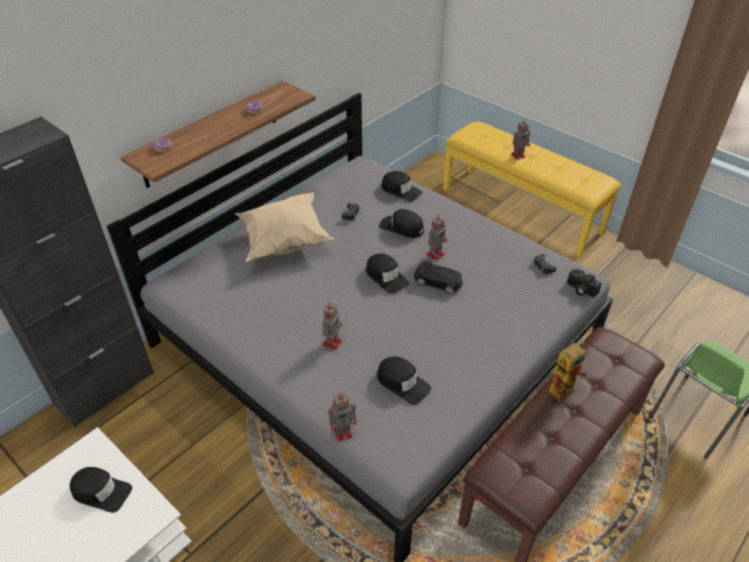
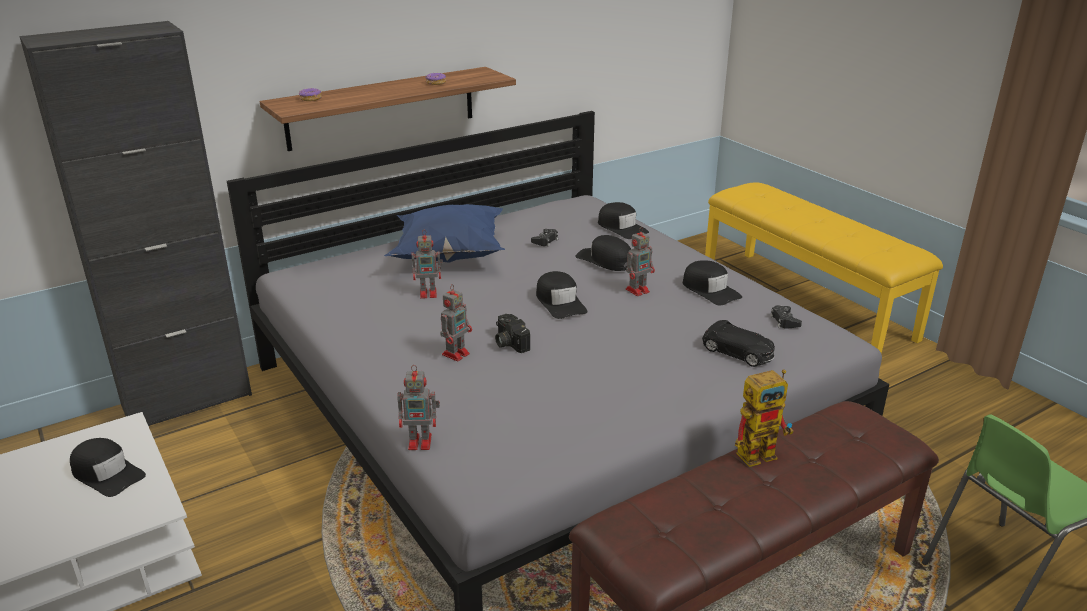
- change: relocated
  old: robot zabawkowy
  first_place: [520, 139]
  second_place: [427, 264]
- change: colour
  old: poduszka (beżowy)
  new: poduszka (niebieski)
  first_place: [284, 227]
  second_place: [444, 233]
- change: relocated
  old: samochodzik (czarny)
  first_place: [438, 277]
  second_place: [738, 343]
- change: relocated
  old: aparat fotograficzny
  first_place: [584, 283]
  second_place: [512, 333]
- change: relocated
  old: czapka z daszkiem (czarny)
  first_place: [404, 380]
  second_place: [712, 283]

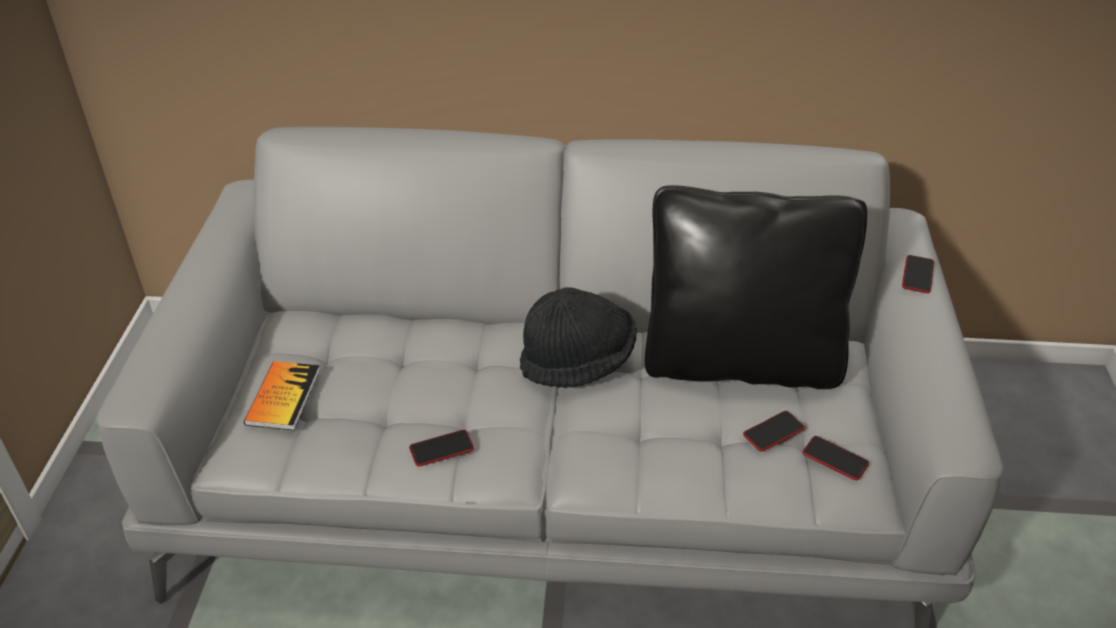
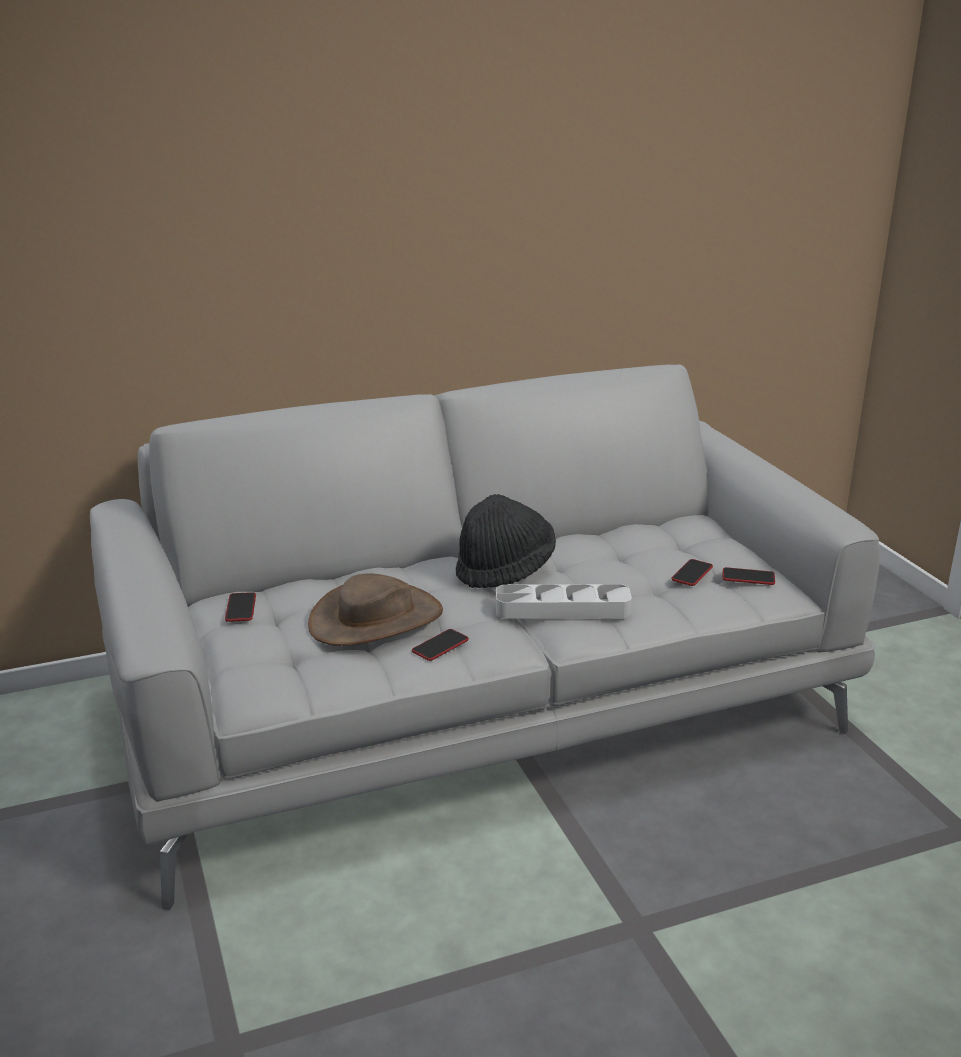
- change: missing
  old: poduszka (czarny)
  first_place: [756, 287]
- change: relocated
  old: telefon
  first_place: [918, 274]
  second_place: [240, 607]
- change: missing
  old: książka
  first_place: [282, 395]
- change: appeared
  new: kapelusz (brązowy)
  second_place: [375, 609]
- change: appeared
  new: taca (szary)
  second_place: [564, 601]

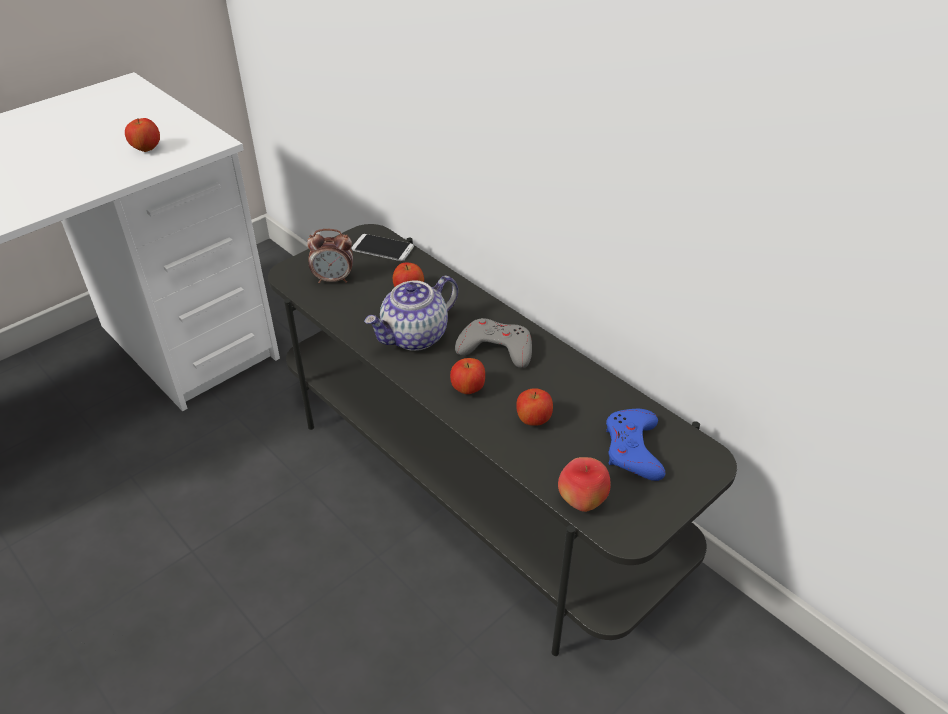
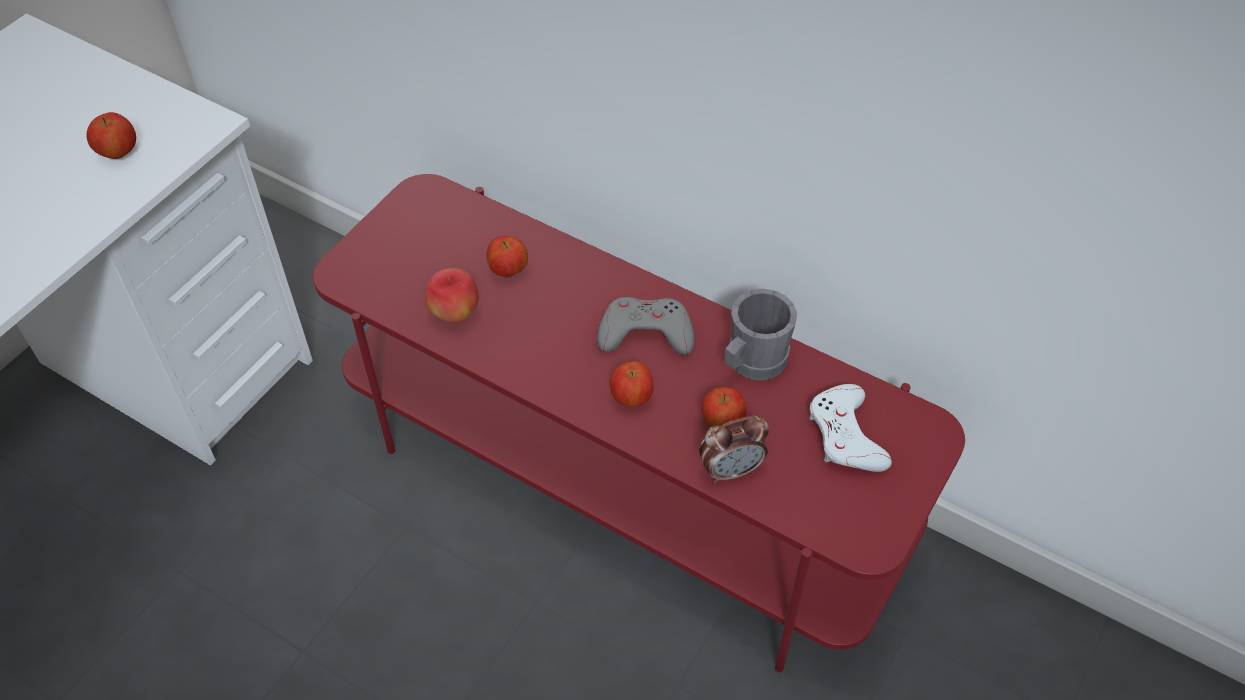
- change: colour
  old: szafka pod telewizor (szary)
  new: szafka pod telewizor (czerwony)
  first_place: [502, 440]
  second_place: [639, 423]
- change: relocated
  old: budzik
  first_place: [330, 256]
  second_place: [734, 449]
- change: missing
  old: telefon
  first_place: [382, 247]
- change: missing
  old: imbryk
  first_place: [411, 313]
- change: colour
  old: pad do gier (niebieski)
  new: pad do gier (biały)
  first_place: [635, 445]
  second_place: [850, 428]
- change: relocated
  old: jabłko
  first_place: [584, 484]
  second_place: [451, 296]
- change: appeared
  new: kubek (szary)
  second_place: [761, 334]

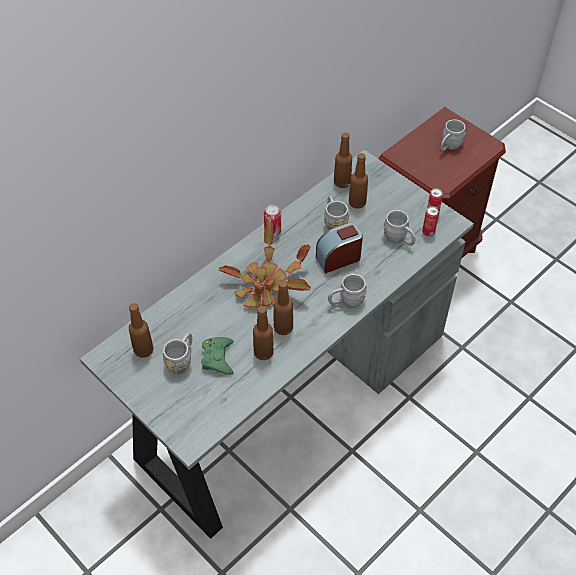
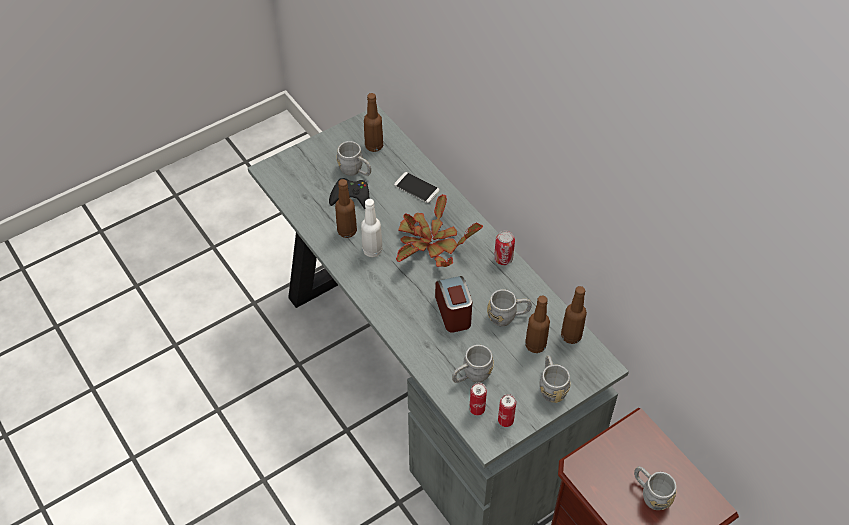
- change: relocated
  old: kubek (szary)
  first_place: [347, 291]
  second_place: [555, 379]
- change: colour
  old: butelka (brązowy)
  new: butelka (biały)
  first_place: [283, 307]
  second_place: [372, 228]
- change: colour
  old: pad do gier (zielony)
  new: pad do gier (czarny)
  first_place: [217, 356]
  second_place: [349, 193]
- change: appeared
  new: telefon
  second_place: [417, 187]

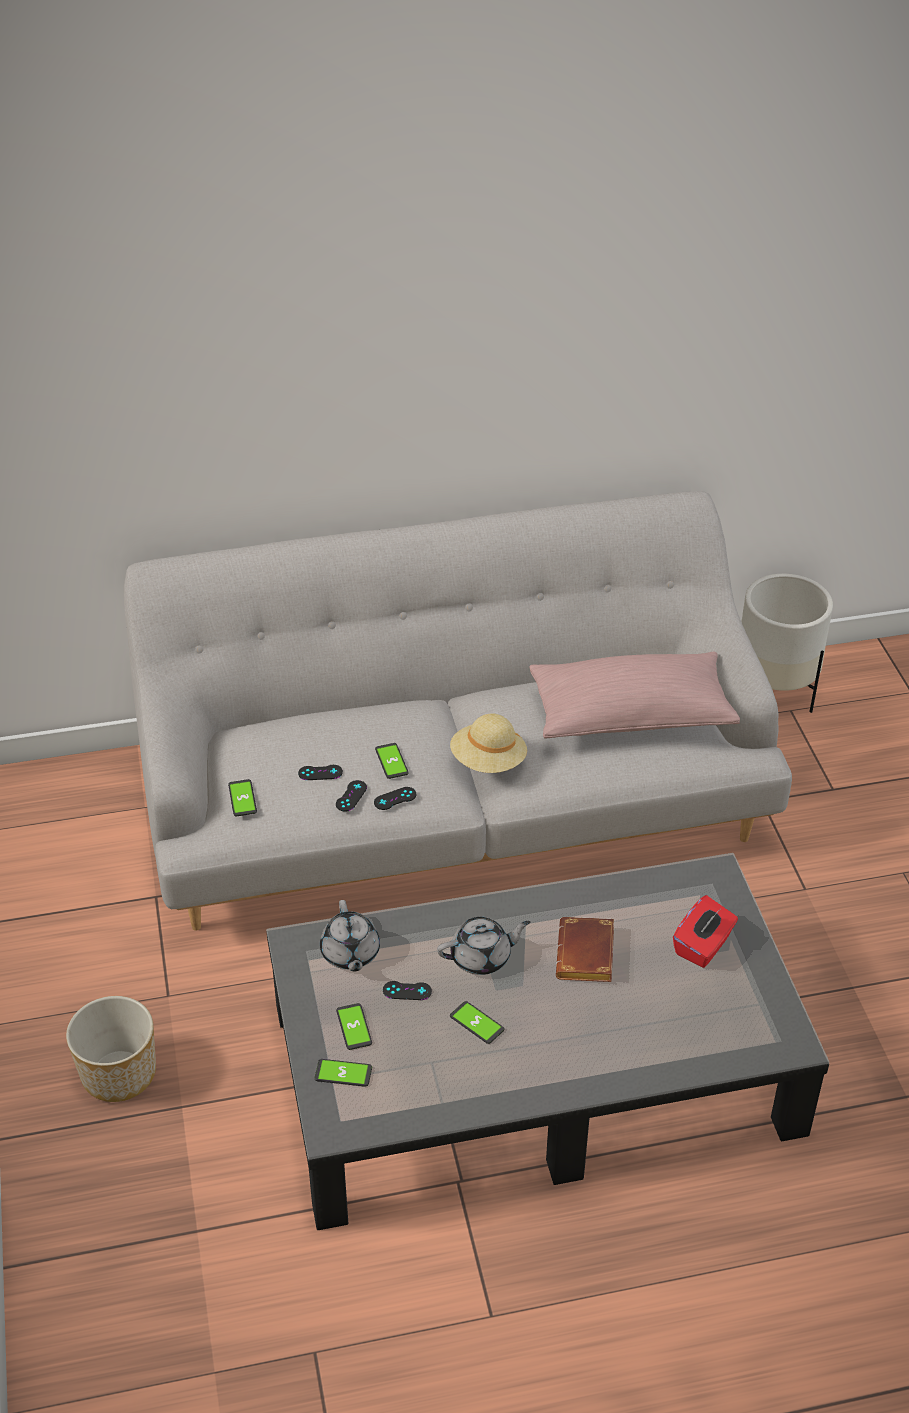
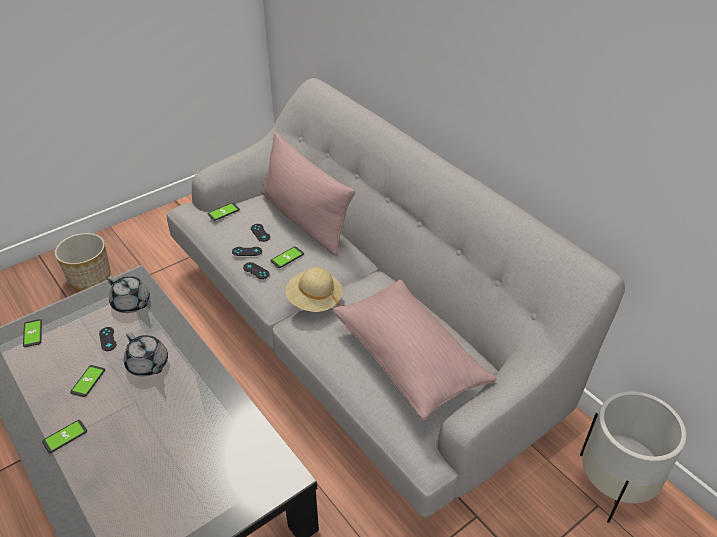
- change: missing
  old: pudełko chusteczek (czerwony)
  first_place: [705, 931]
- change: spun
  old: imbryk (szary)
  first_place: [350, 935]
  second_place: [129, 294]
  degrees: -105
- change: missing
  old: książka (brązowy)
  first_place: [585, 949]
- change: relocated
  old: telefon
  first_place: [354, 1026]
  second_place: [64, 436]
- change: appeared
  new: poduszka (różowy)
  second_place: [308, 194]

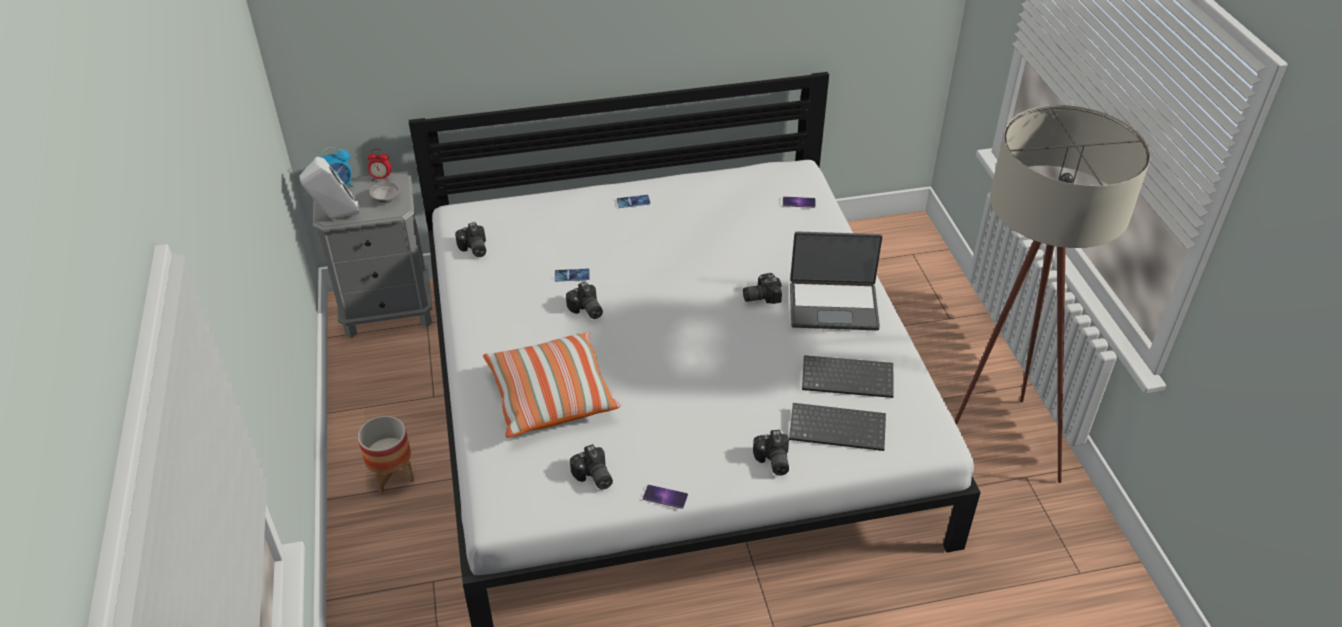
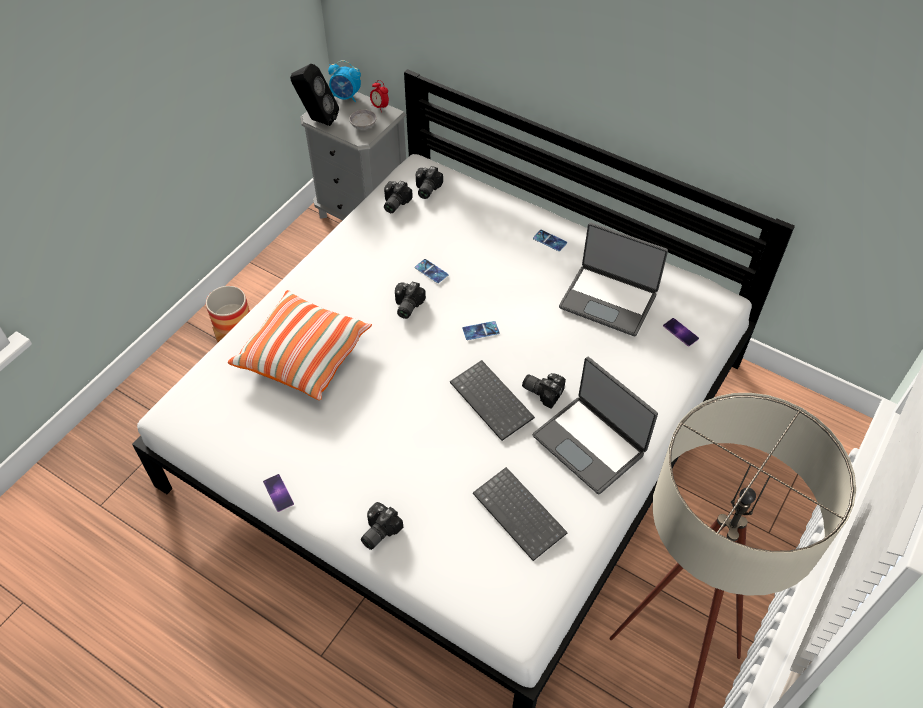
- change: colour
  old: głośnik (biały)
  new: głośnik (czarny)
  first_place: [329, 188]
  second_place: [314, 95]
- change: relocated
  old: klawiatura
  first_place: [837, 427]
  second_place: [492, 400]
- change: relocated
  old: aparat fotograficzny
  first_place: [591, 467]
  second_place: [429, 182]
- change: appeared
  new: laptop
  second_place: [613, 279]
- change: appeared
  new: telefon
  second_place: [481, 330]

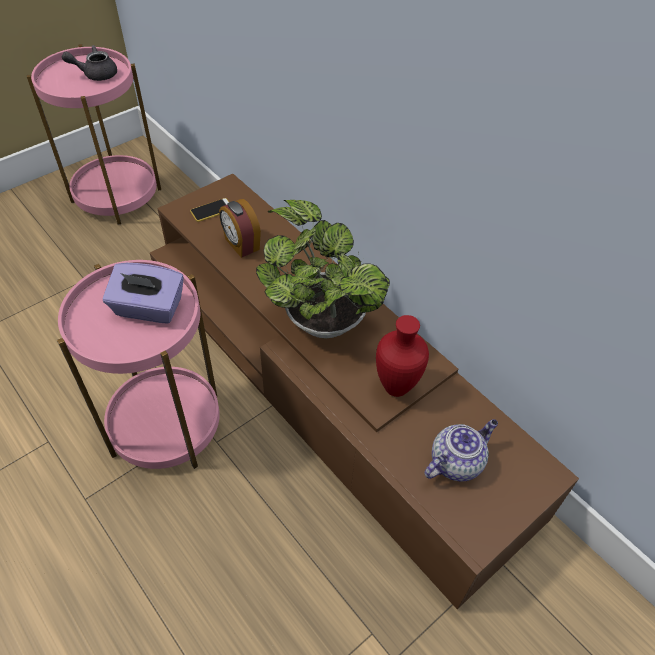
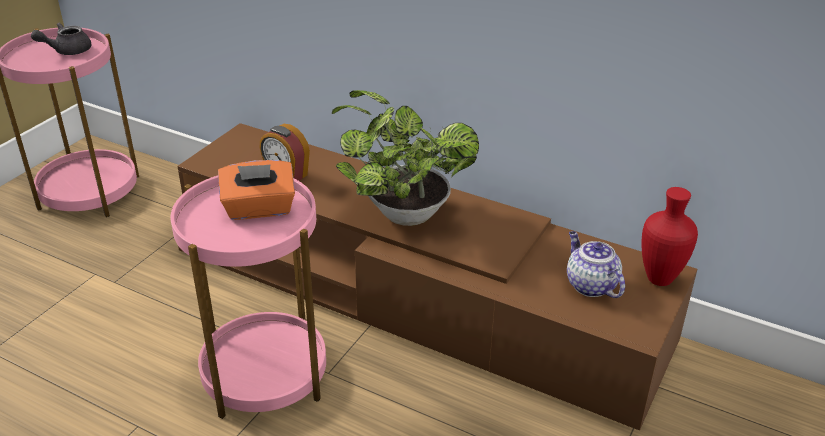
- change: missing
  old: telefon
  first_place: [209, 210]
- change: colour
  old: pudełko chusteczek (fioletowy)
  new: pudełko chusteczek (pomarańczowy)
  first_place: [143, 293]
  second_place: [256, 190]
- change: relocated
  old: wazon (czerwony)
  first_place: [402, 356]
  second_place: [669, 236]
- change: spun
  old: imbryk
  first_place: [461, 450]
  second_place: [596, 264]
  degrees: -60

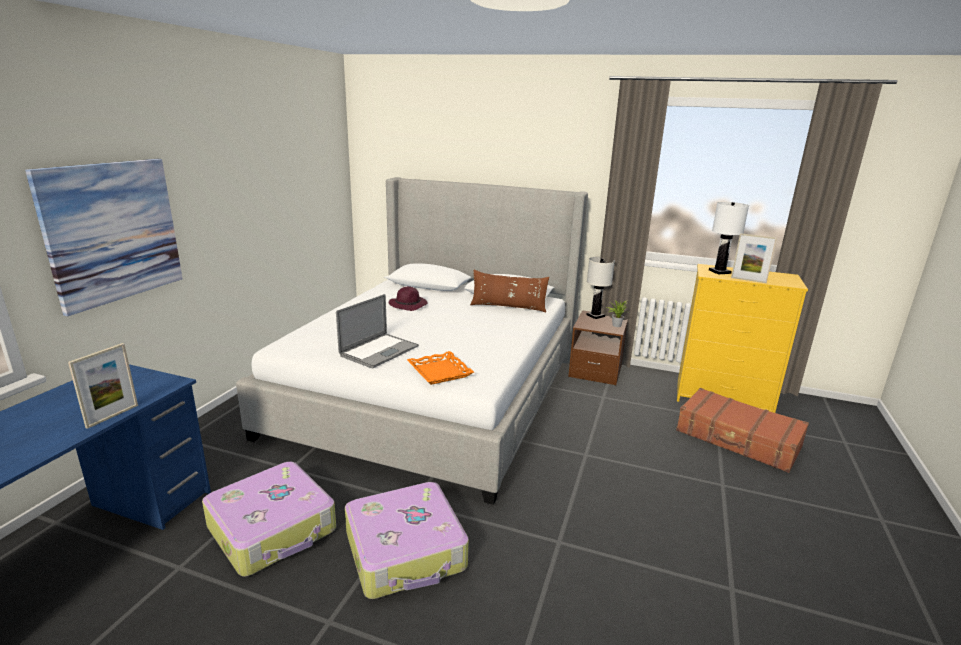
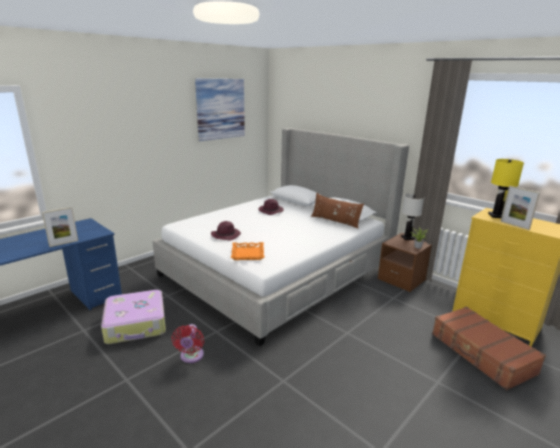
- change: relocated
  old: obraz
  first_place: [104, 237]
  second_place: [220, 110]
- change: colour
  old: lampa stołowa (biały)
  new: lampa stołowa (żółty)
  first_place: [729, 238]
  second_place: [506, 188]
- change: exchanged
  old: laptop
  new: kapelusz (fioletowy)
  first_place: [377, 331]
  second_place: [226, 230]
- change: exchanged
  old: walizka
  new: wentylator (czerwony)
  first_place: [407, 540]
  second_place: [188, 343]

